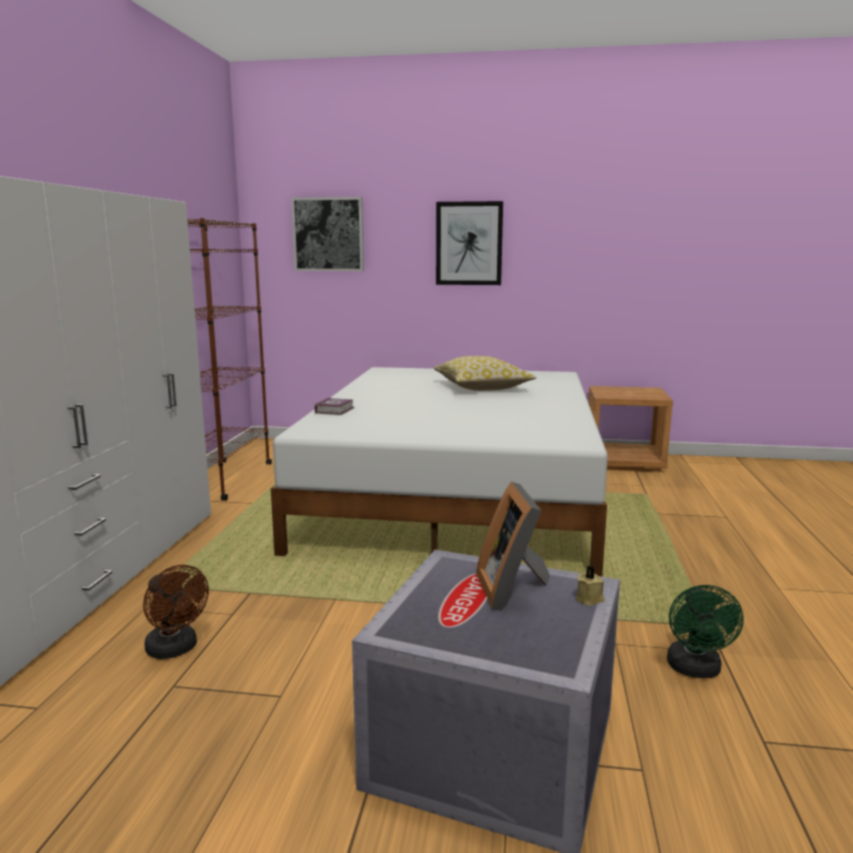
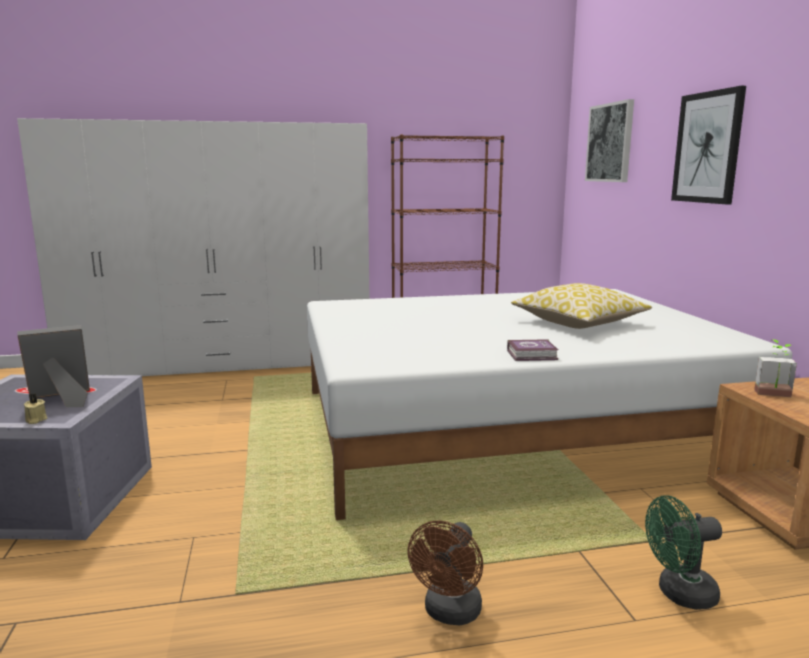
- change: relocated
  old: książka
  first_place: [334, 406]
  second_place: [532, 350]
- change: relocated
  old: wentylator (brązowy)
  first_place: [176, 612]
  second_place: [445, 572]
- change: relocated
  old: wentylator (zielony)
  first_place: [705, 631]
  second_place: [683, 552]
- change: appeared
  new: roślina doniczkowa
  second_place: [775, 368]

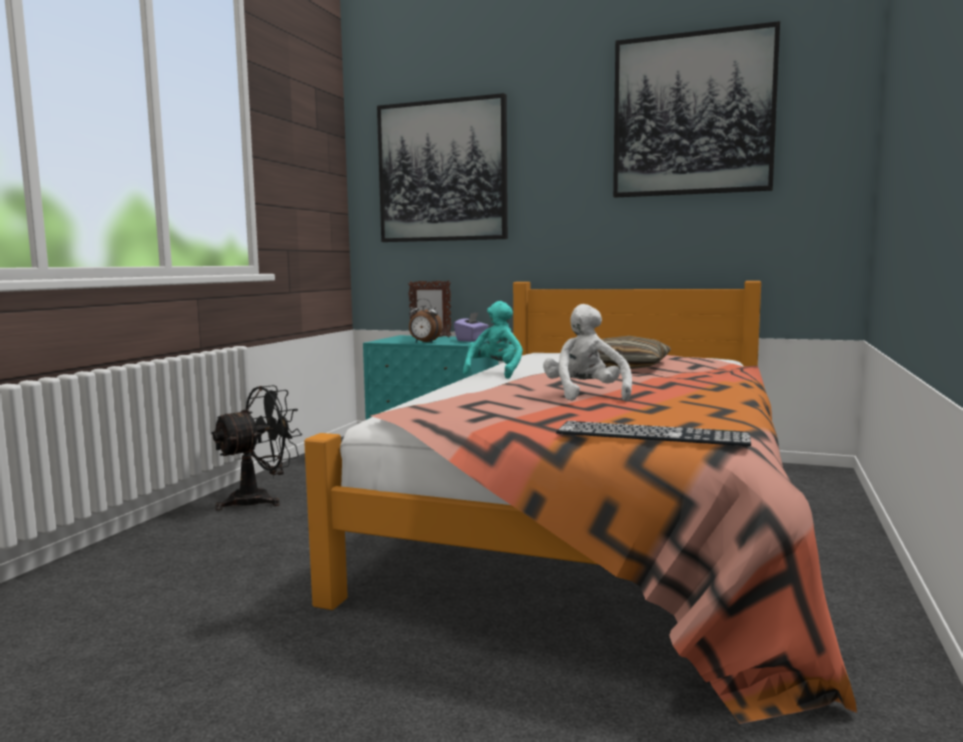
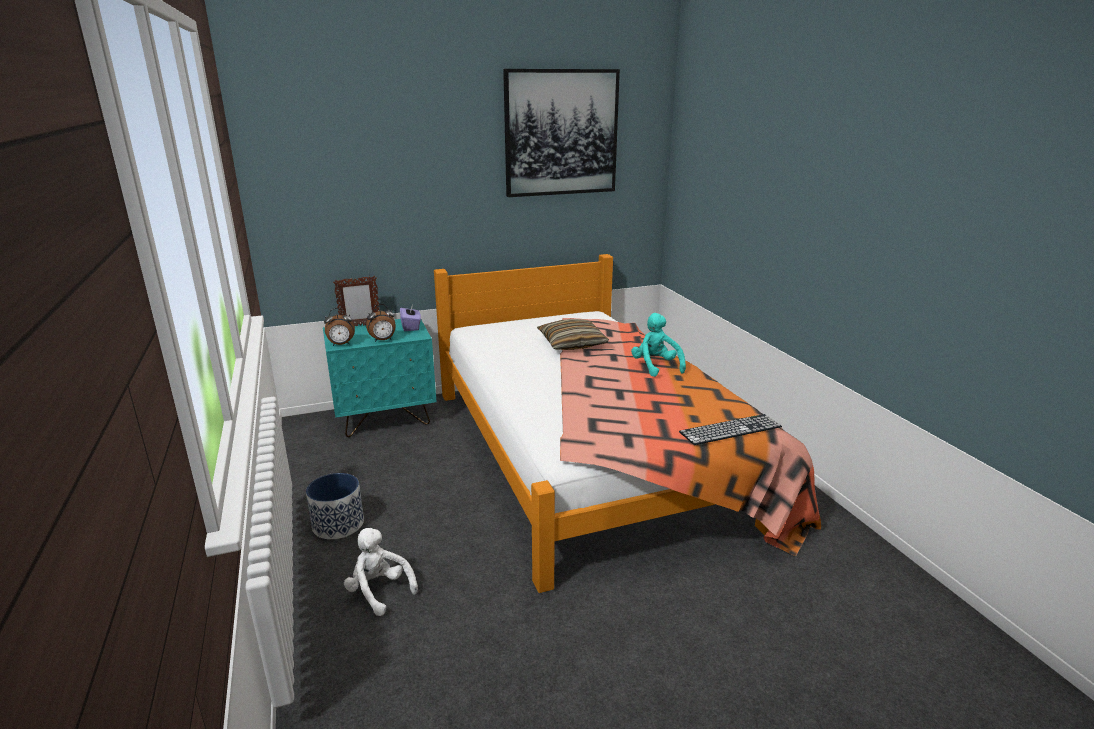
- change: missing
  old: obraz
  first_place: [442, 167]
- change: relocated
  old: pluszak (turkusowy)
  first_place: [493, 340]
  second_place: [658, 345]
- change: relocated
  old: pluszak (biały)
  first_place: [587, 352]
  second_place: [381, 572]
- change: exchanged
  old: wentylator (czarny)
  new: donica
  first_place: [256, 448]
  second_place: [335, 506]
- change: appeared
  new: budzik
  second_place: [339, 327]

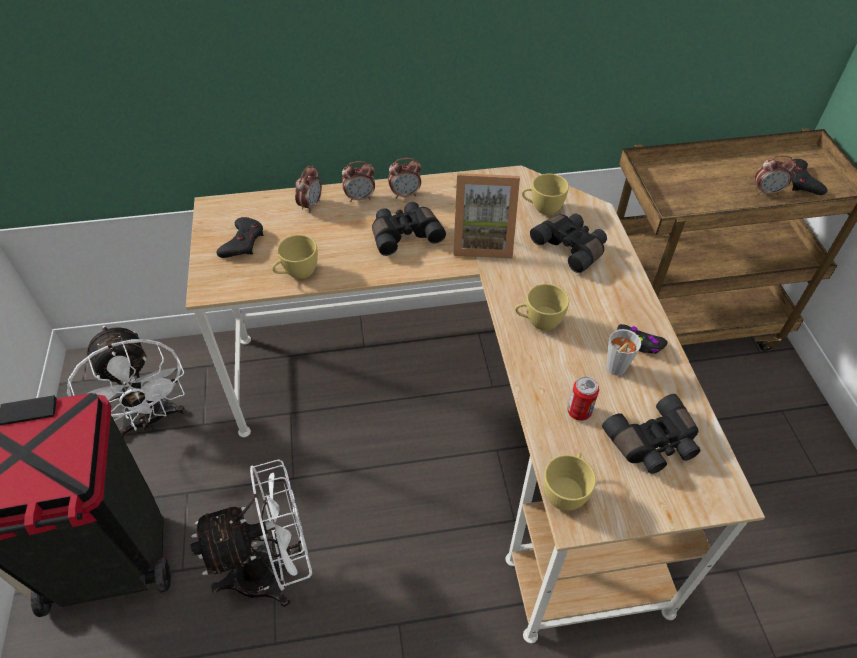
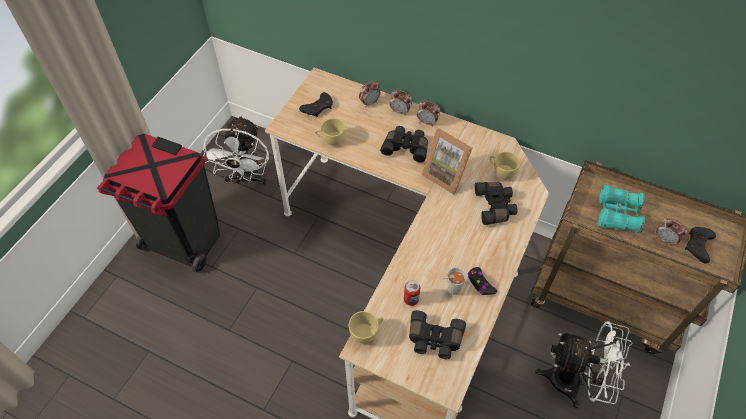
- change: missing
  old: filiżanka (żółty)
  first_place: [542, 307]
- change: relocated
  old: wentylator (biały)
  first_place: [251, 533]
  second_place: [583, 365]
- change: appeared
  new: lornetka (turkusowy)
  second_place: [621, 209]

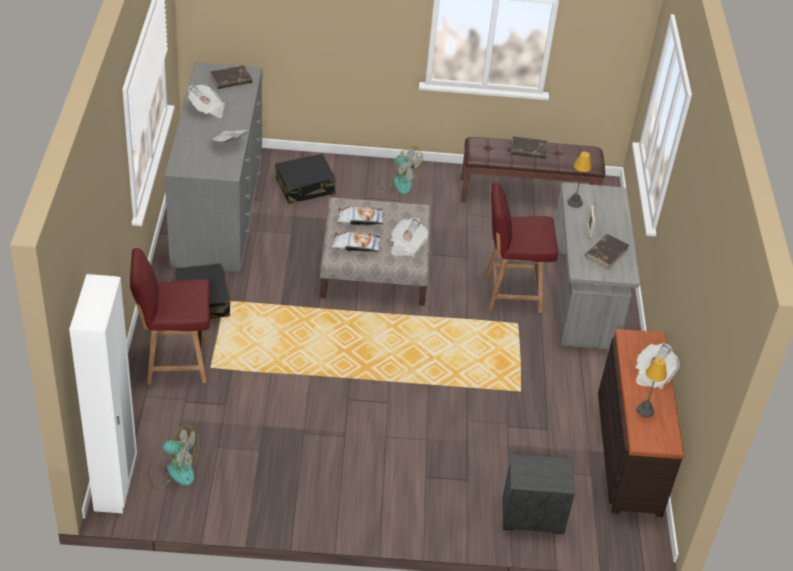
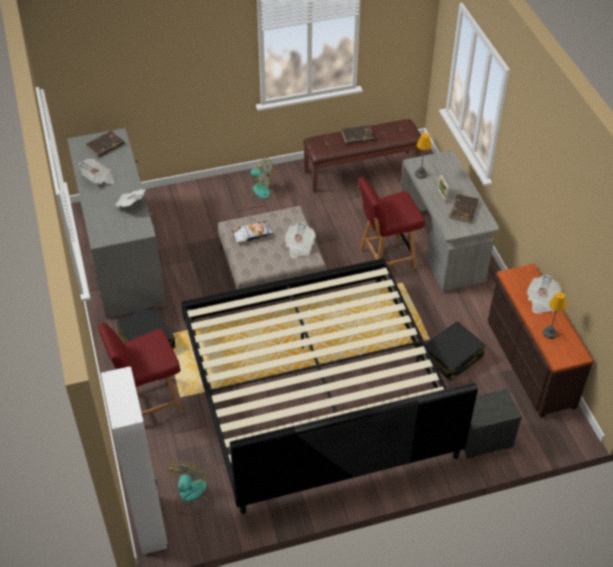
- change: relocated
  old: walizka (czarny)
  first_place: [305, 179]
  second_place: [455, 351]
- change: missing
  old: poduszka
  first_place: [356, 242]
- change: spun
  old: wentylator
  first_place: [173, 457]
  second_place: [189, 488]
  degrees: -75
- change: appeared
  new: łóżko
  second_place: [329, 386]

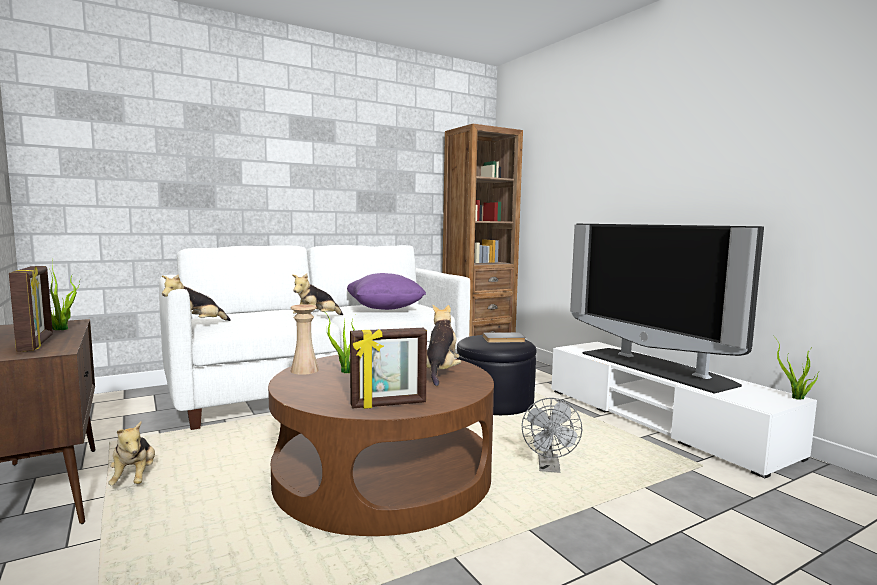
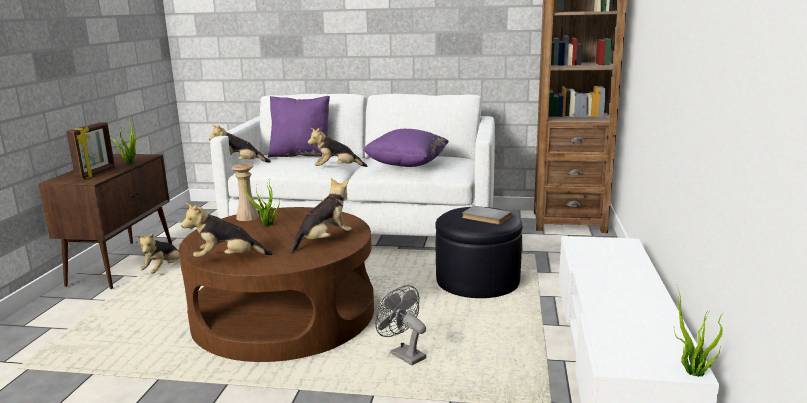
- change: missing
  old: telewizor
  first_place: [667, 309]
- change: exchanged
  old: ramka na zdjęcie
  new: pluszak
  first_place: [388, 368]
  second_place: [227, 230]
- change: spun
  old: wentylator (szary)
  first_place: [552, 435]
  second_place: [400, 325]
  degrees: 90
- change: appeared
  new: poduszka (fioletowy)
  second_place: [299, 127]

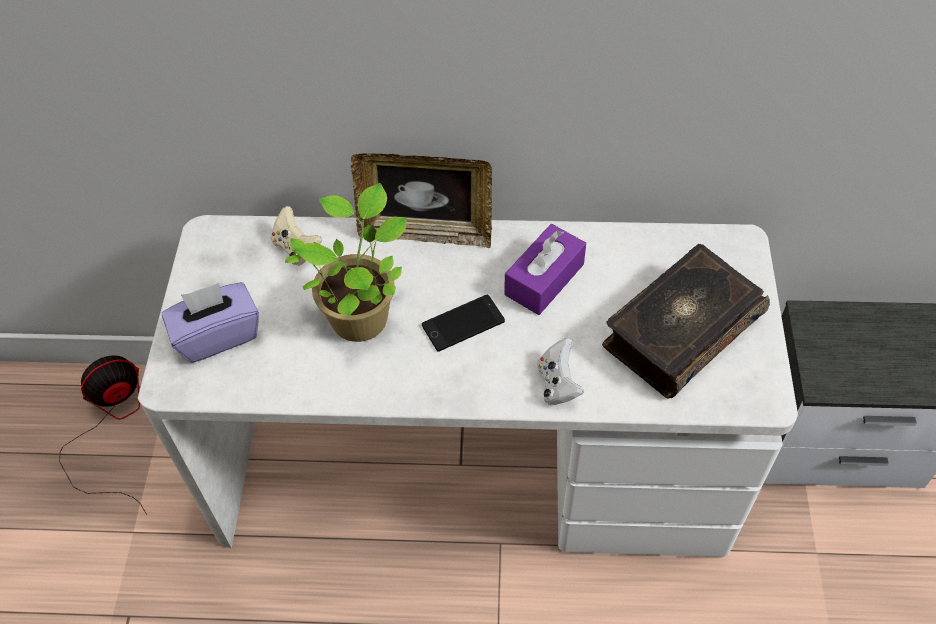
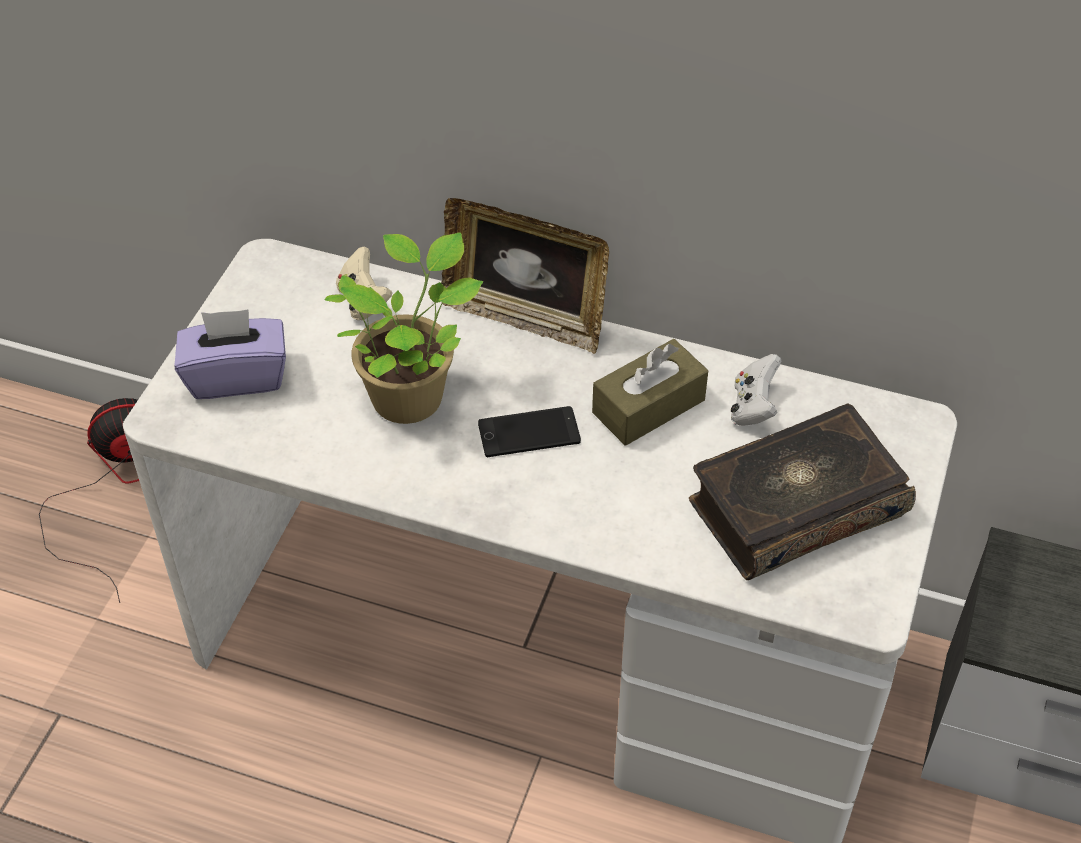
- change: colour
  old: pudełko chusteczek (fioletowy)
  new: pudełko chusteczek (brązowy)
  first_place: [545, 269]
  second_place: [650, 392]
- change: relocated
  old: pad do gier (biały)
  first_place: [560, 371]
  second_place: [756, 390]

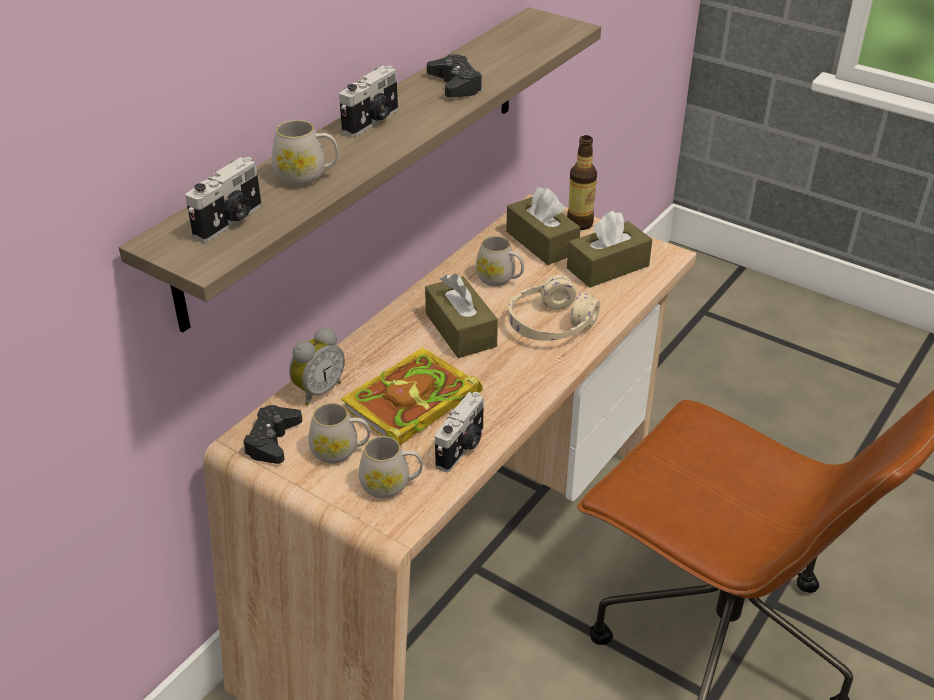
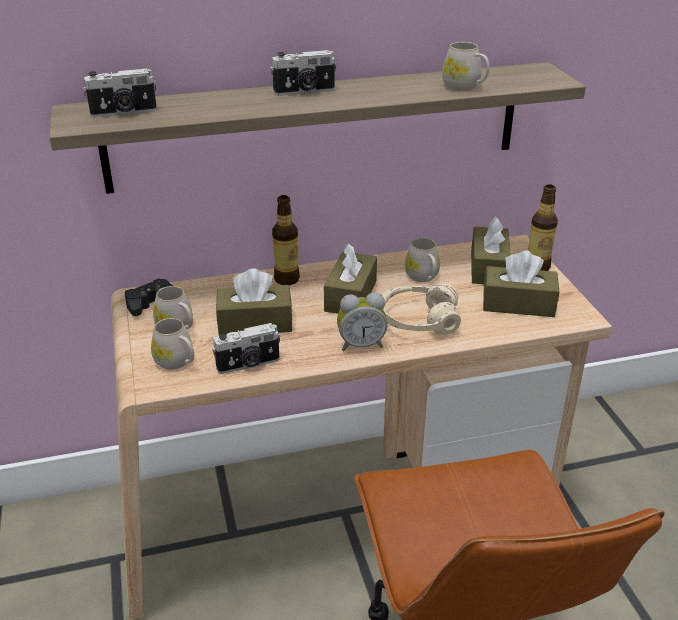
- change: missing
  old: pad do gier (czarny)
  first_place: [455, 76]
- change: relocated
  old: kubek (biały)
  first_place: [305, 153]
  second_place: [465, 66]
- change: relocated
  old: budzik
  first_place: [317, 367]
  second_place: [362, 321]
- change: exchanged
  old: książka
  new: pudełko chusteczek (brązowy)
  first_place: [412, 396]
  second_place: [254, 301]
- change: appeared
  new: butelka
  second_place: [286, 240]

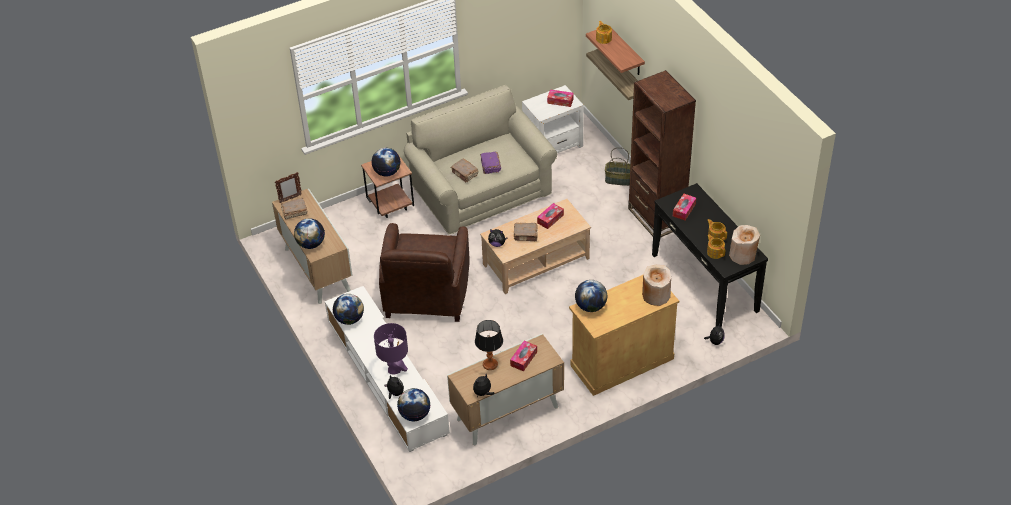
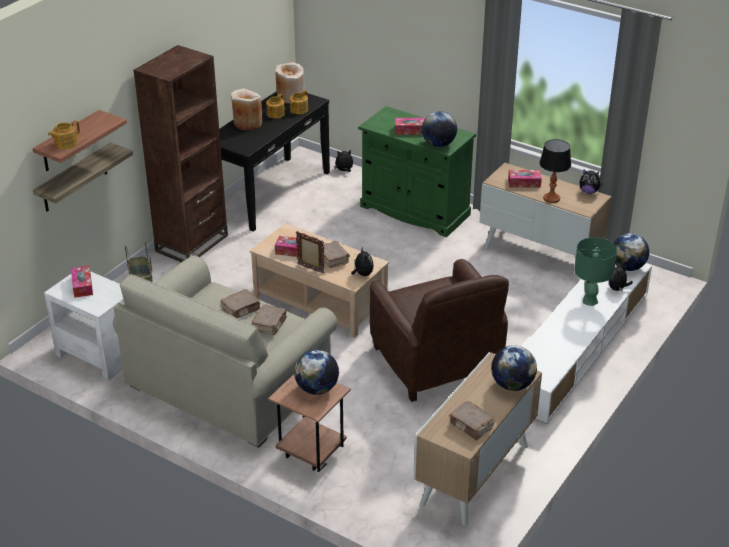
- change: colour
  old: książka (fioletowy)
  new: książka (brązowy)
  first_place: [490, 163]
  second_place: [241, 303]
- change: relocated
  old: ramka na zdjęcie
  first_place: [288, 187]
  second_place: [310, 252]
- change: relocated
  old: pudełko chusteczek
  first_place: [684, 207]
  second_place: [410, 126]
- change: spun
  old: fotel (brązowy)
  first_place: [424, 272]
  second_place: [439, 330]
  degrees: 90
- change: relocated
  old: wazon (beżowy)
  first_place: [656, 285]
  second_place: [247, 109]
- change: colour
  old: szafka (beżowy)
  new: szafka (zielony)
  first_place: [624, 335]
  second_place: [417, 171]
- change: missing
  old: globus
  first_place: [348, 309]
- change: colour
  old: lampa stołowa (fioletowy)
  new: lampa stołowa (zielony)
  first_place: [391, 349]
  second_place: [595, 271]

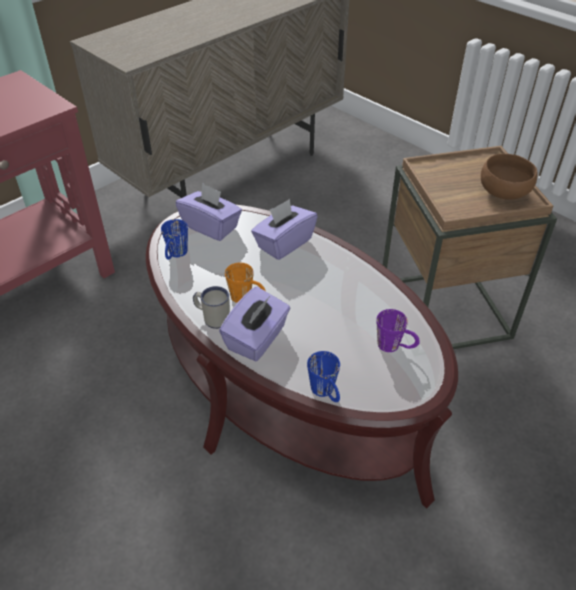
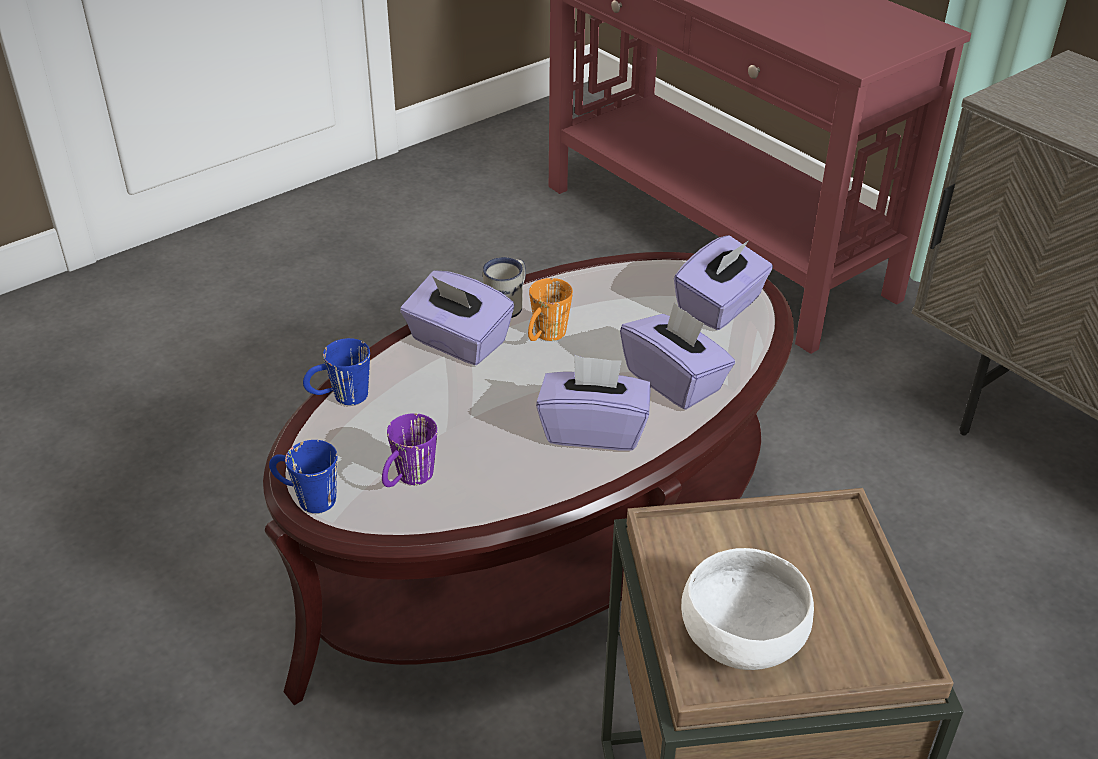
- change: colour
  old: miska (brązowy)
  new: miska (biały)
  first_place: [509, 176]
  second_place: [747, 609]
- change: relocated
  old: kubek (niebieski)
  first_place: [174, 239]
  second_place: [303, 476]
- change: appeared
  new: pudełko chusteczek (fioletowy)
  second_place: [593, 402]

